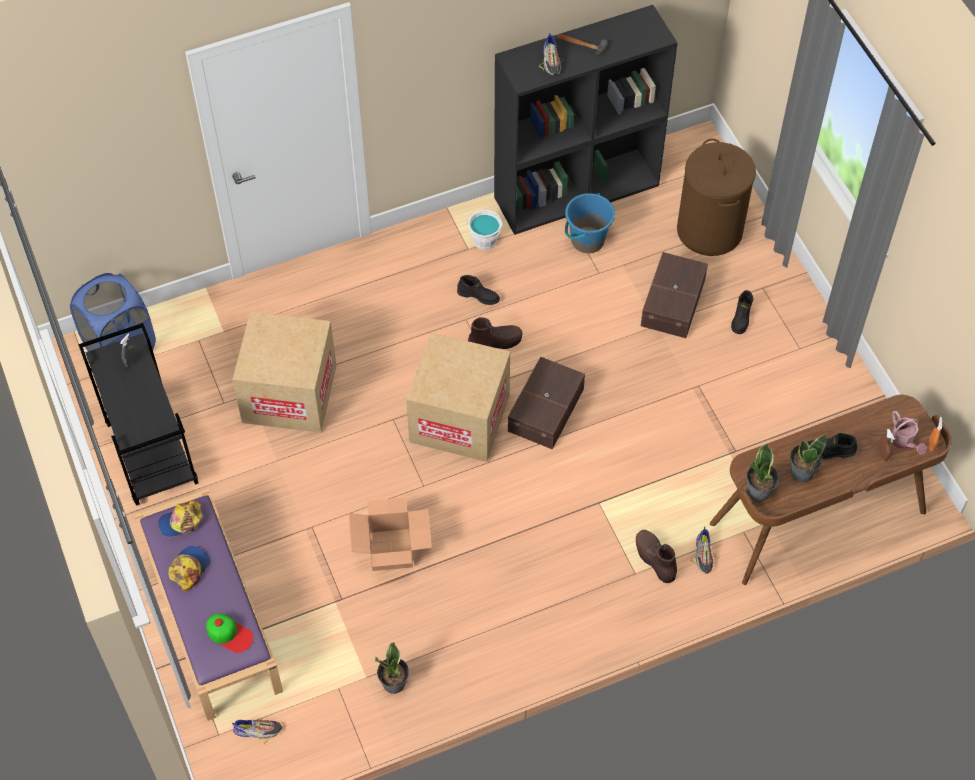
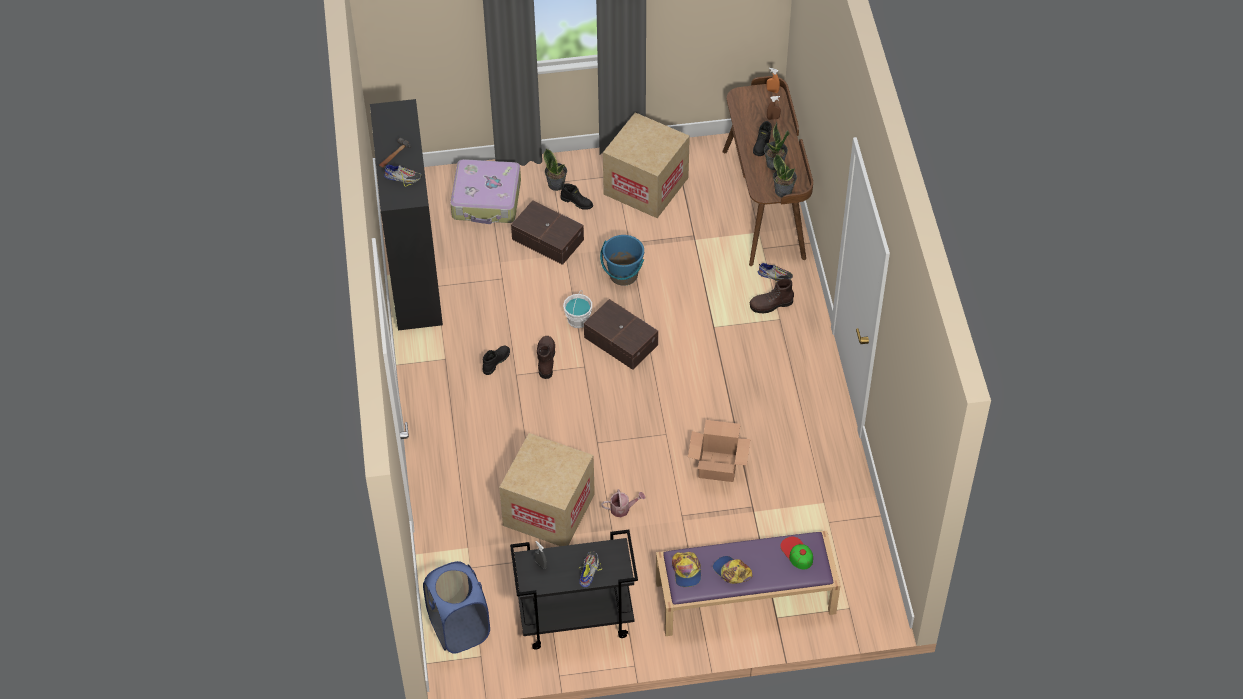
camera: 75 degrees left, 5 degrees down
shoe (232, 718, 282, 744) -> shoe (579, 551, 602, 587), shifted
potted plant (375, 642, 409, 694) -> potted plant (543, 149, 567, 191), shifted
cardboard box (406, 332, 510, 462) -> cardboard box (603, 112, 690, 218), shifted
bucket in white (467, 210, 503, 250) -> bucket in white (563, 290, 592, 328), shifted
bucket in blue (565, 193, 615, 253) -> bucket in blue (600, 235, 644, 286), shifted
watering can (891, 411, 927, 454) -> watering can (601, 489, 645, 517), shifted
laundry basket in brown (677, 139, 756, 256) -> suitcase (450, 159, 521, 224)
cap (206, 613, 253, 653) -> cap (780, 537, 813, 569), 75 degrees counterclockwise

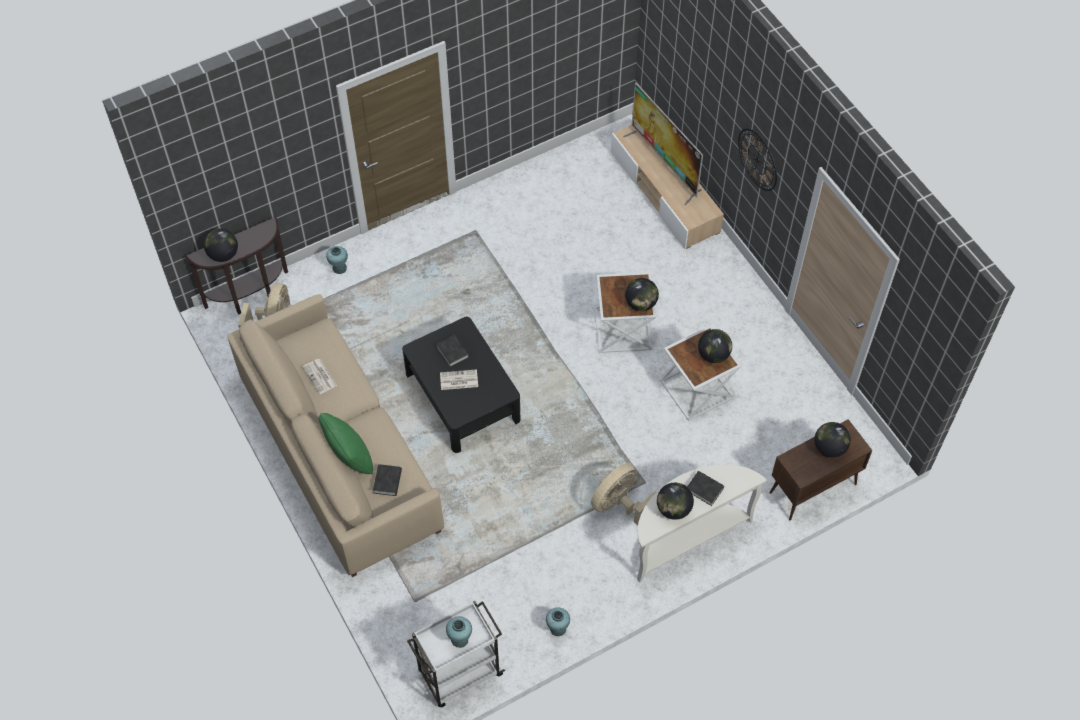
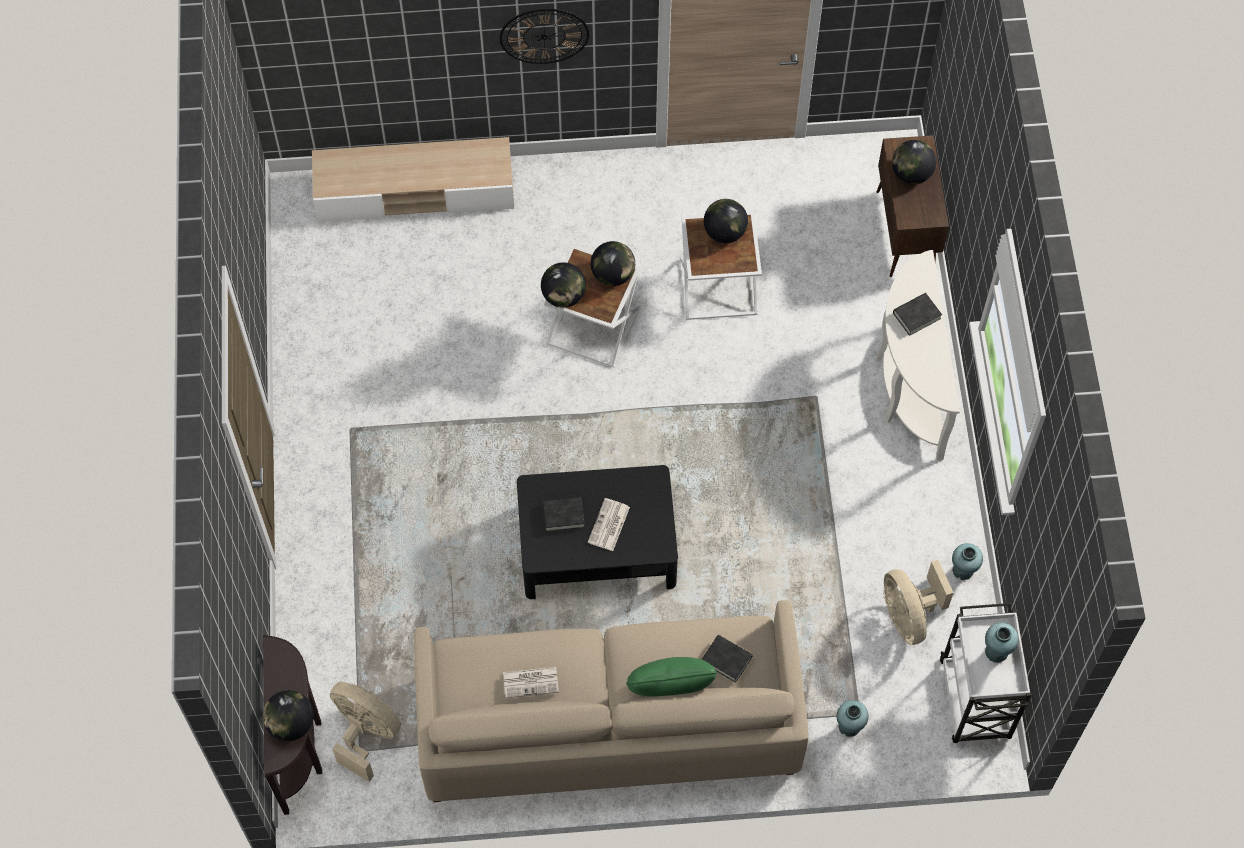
camera: 65 degrees left, 5 degrees up
television (623, 82, 703, 206) -> none
vase in turquoise (326, 246, 348, 274) -> vase in turquoise (837, 700, 869, 737), shifted
fan in beige (591, 463, 656, 525) -> fan in beige (883, 560, 953, 645), shifted
globe (657, 483, 694, 520) -> globe (541, 262, 586, 308), shifted

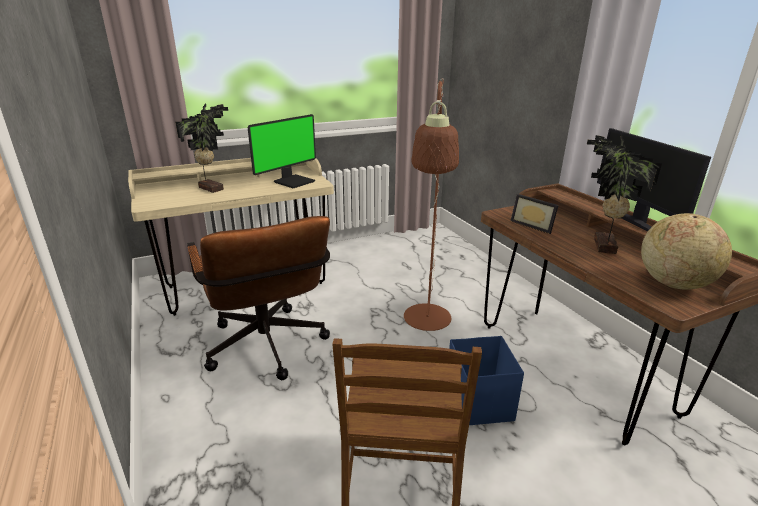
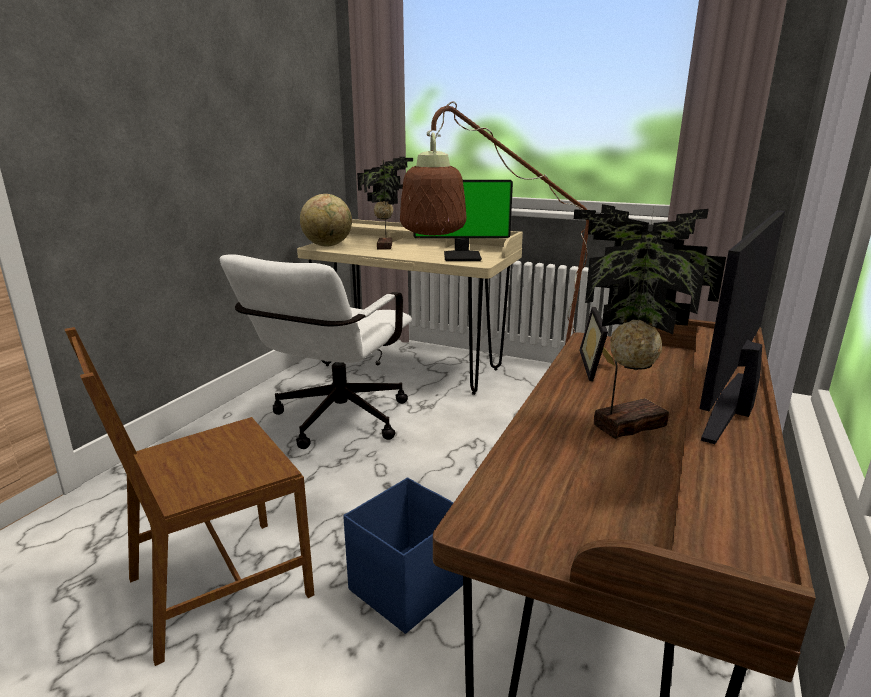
camera: 50 degrees right, 5 degrees down
globe (641, 213, 732, 290) -> globe (300, 194, 352, 247), shifted
office chair in brown (187, 216, 330, 380) -> office chair in white (220, 254, 412, 449)

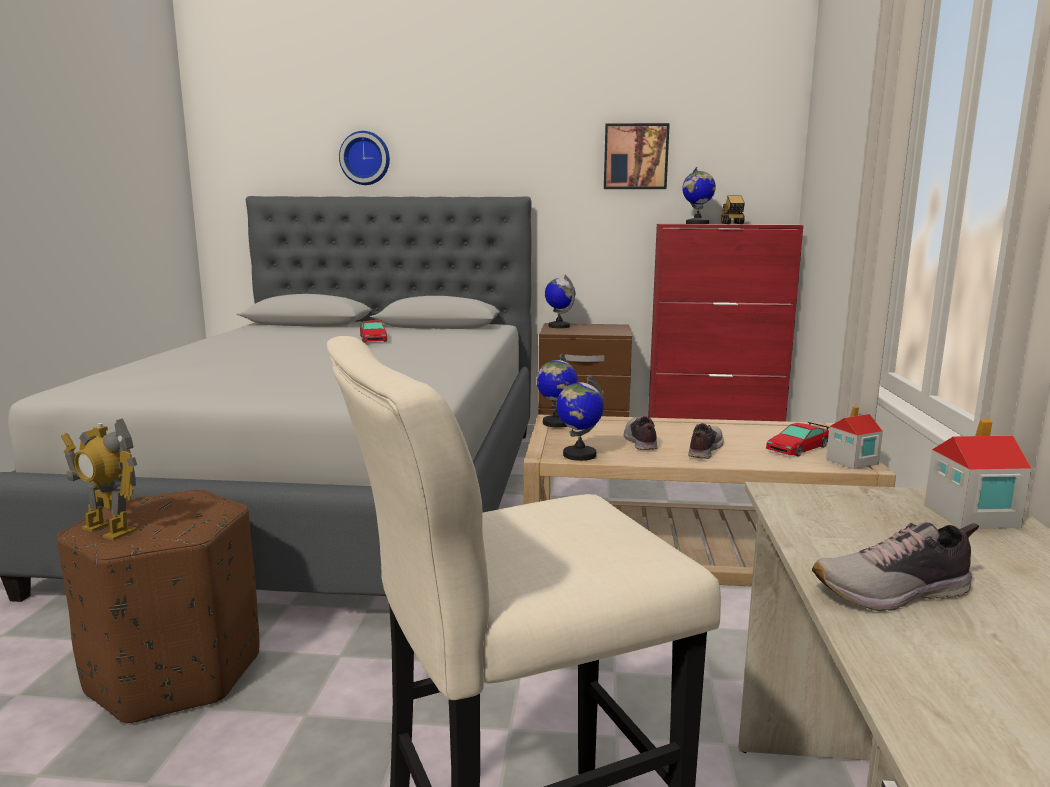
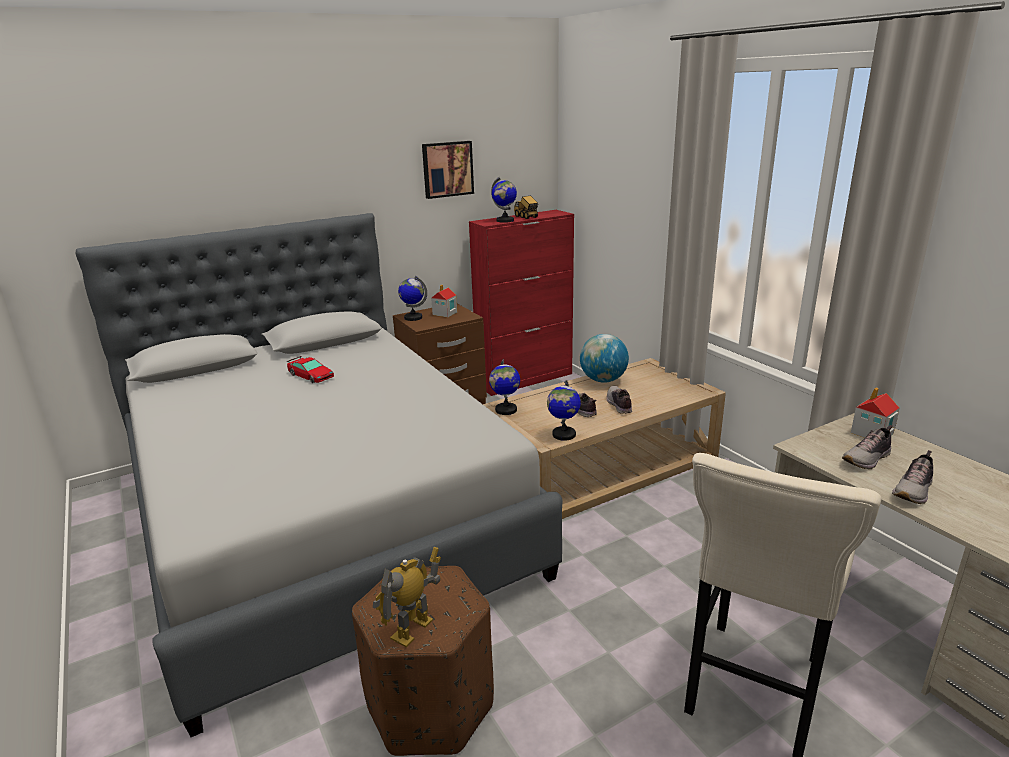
camera: 35 degrees left, 10 degrees up
wall clock (339, 131, 390, 185) -> none
toy car (766, 422, 829, 457) -> none
none -> globe (580, 334, 629, 383)
none -> shoe (842, 425, 892, 469)
toy house (826, 406, 883, 469) -> toy house (431, 285, 457, 317), shifted
toy robot (61, 418, 137, 540) -> toy robot (373, 547, 441, 647), 135 degrees clockwise

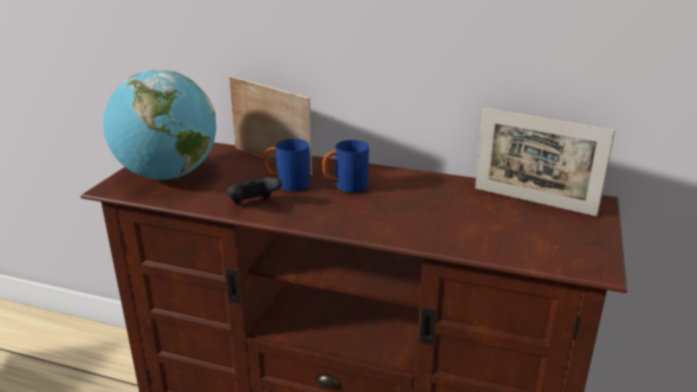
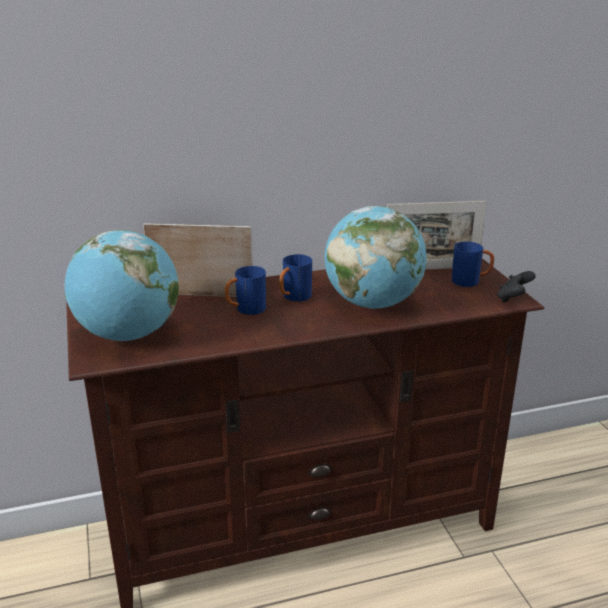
camera: 35 degrees left, 0 degrees up
none -> globe (324, 206, 427, 309)
none -> mug in blue (451, 242, 494, 287)
game controller in black (227, 176, 282, 205) -> game controller in black (497, 271, 536, 303), shifted

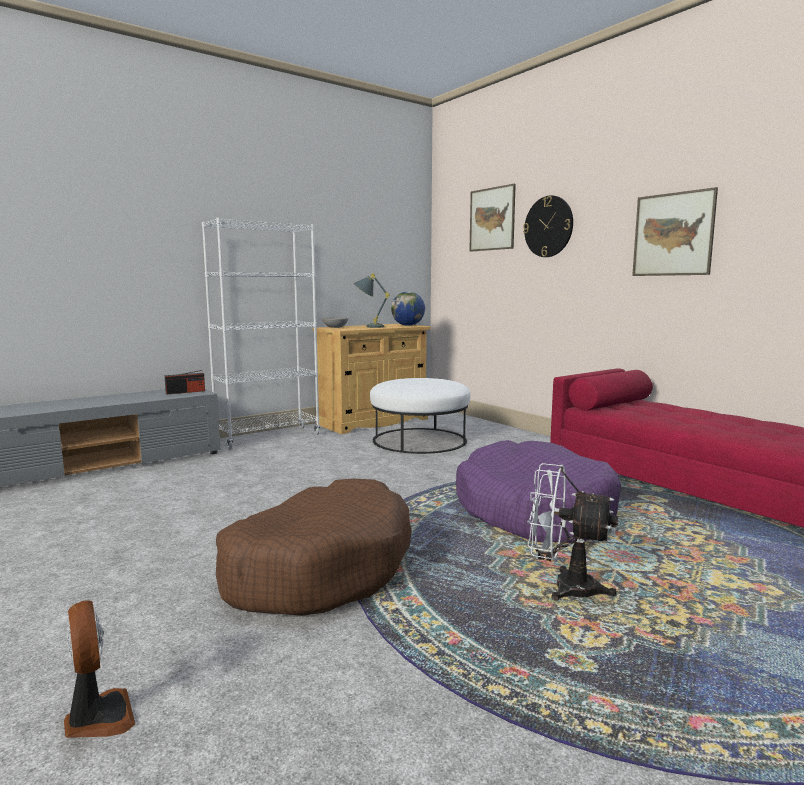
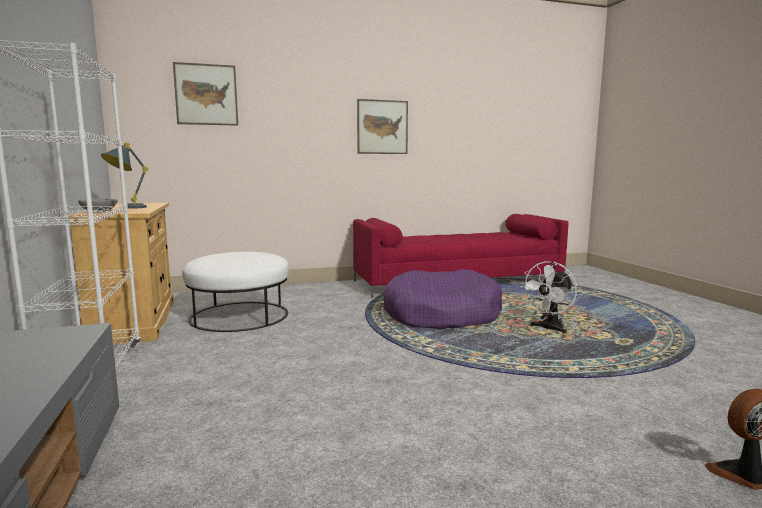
camera: 70 degrees left, 0 degrees up
radio (165, 370, 205, 394) -> none
dog bed in brown (216, 478, 412, 616) -> none
globe (391, 291, 425, 326) -> none
wall clock (523, 195, 573, 257) -> none

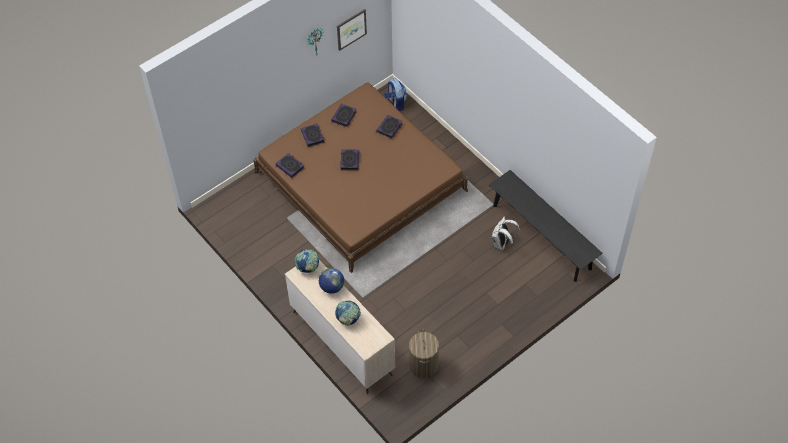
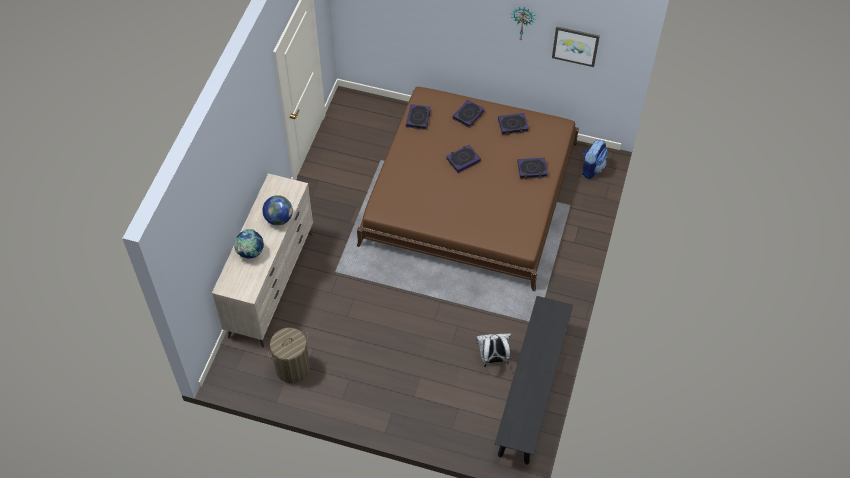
camera: 55 degrees right, 0 degrees up
globe (295, 249, 319, 273) -> none

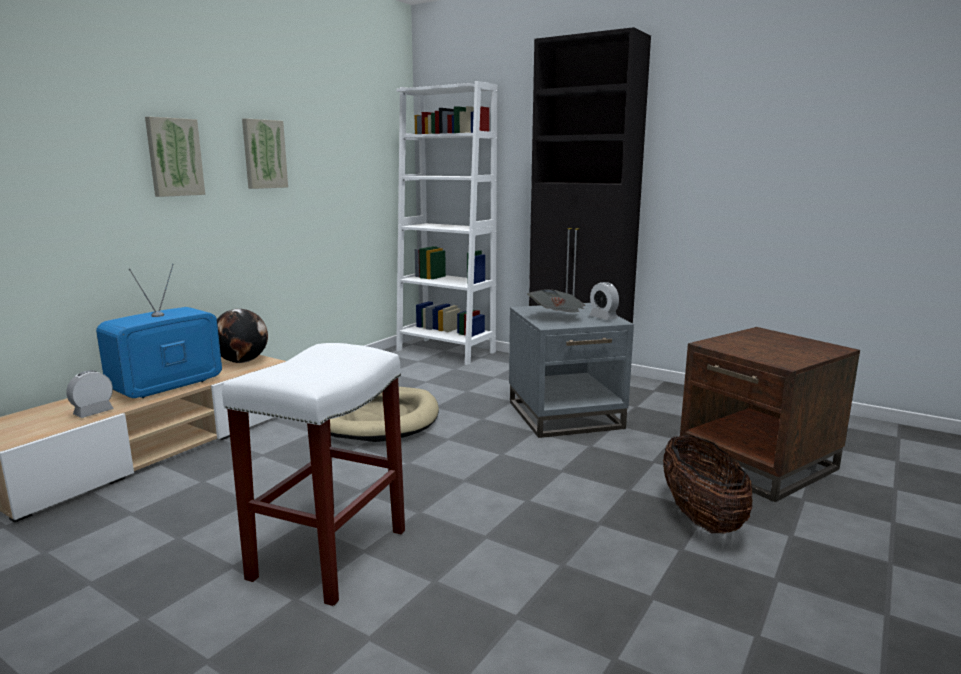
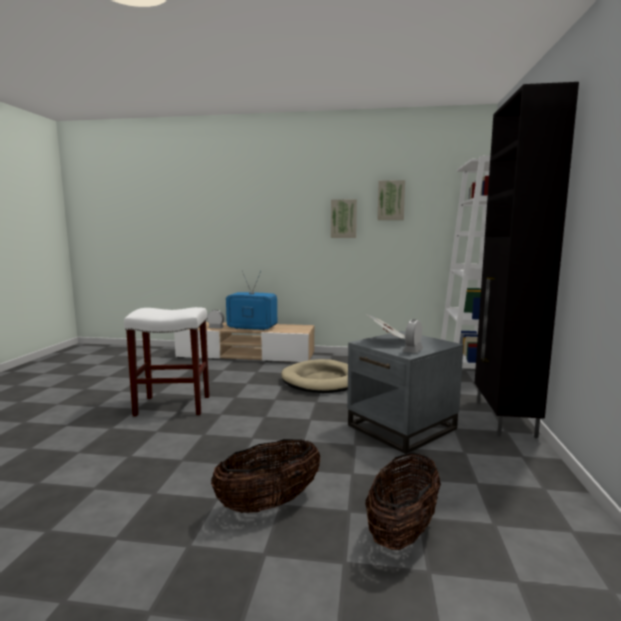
camera: 65 degrees right, 5 degrees down
globe (217, 309, 268, 363) -> none
picture (145, 117, 205, 197) -> picture (378, 180, 405, 220), shifted
side table in brown (680, 327, 860, 502) -> basket (365, 453, 441, 550)

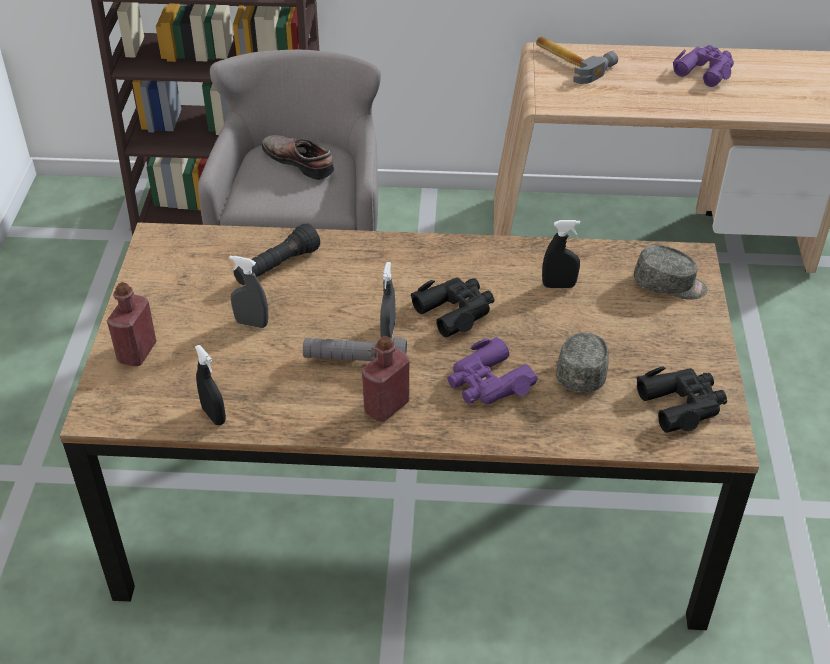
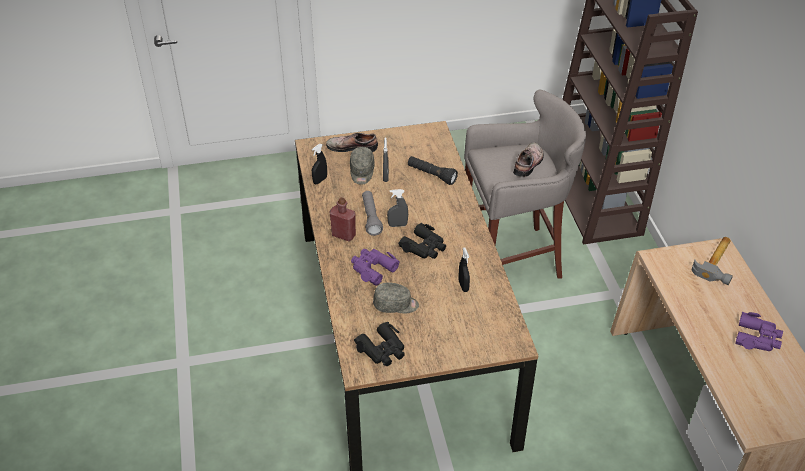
camera: 75 degrees right, 0 degrees up
cap in grey (634, 245, 707, 300) -> cap in grey (350, 147, 375, 185), shifted
bottle in red (107, 282, 157, 366) -> shoe (326, 133, 378, 152)

